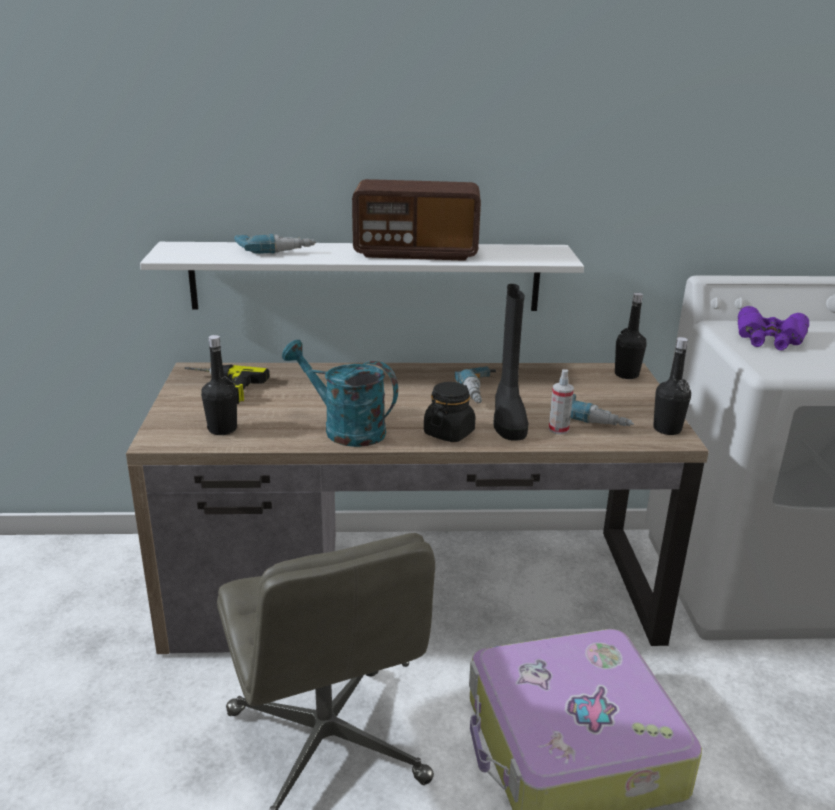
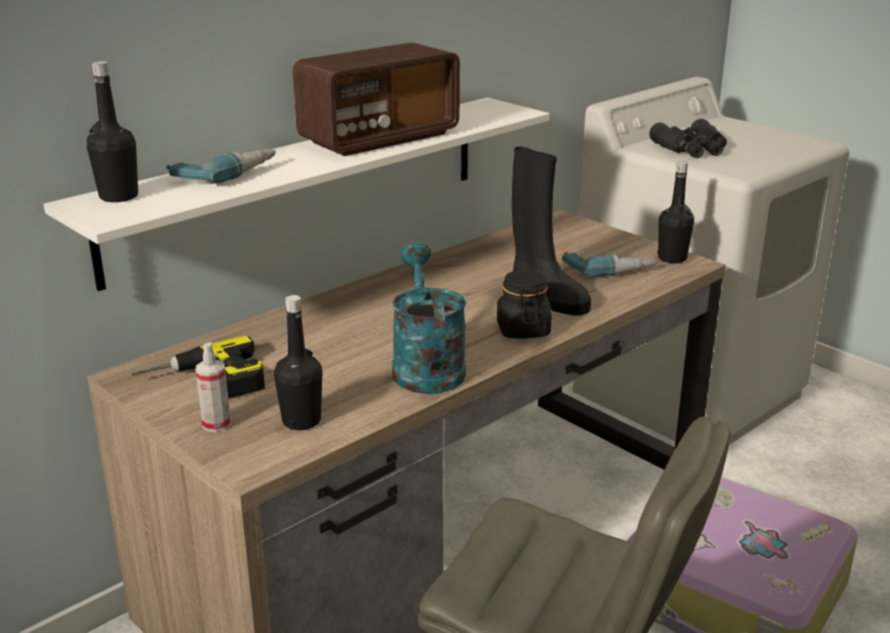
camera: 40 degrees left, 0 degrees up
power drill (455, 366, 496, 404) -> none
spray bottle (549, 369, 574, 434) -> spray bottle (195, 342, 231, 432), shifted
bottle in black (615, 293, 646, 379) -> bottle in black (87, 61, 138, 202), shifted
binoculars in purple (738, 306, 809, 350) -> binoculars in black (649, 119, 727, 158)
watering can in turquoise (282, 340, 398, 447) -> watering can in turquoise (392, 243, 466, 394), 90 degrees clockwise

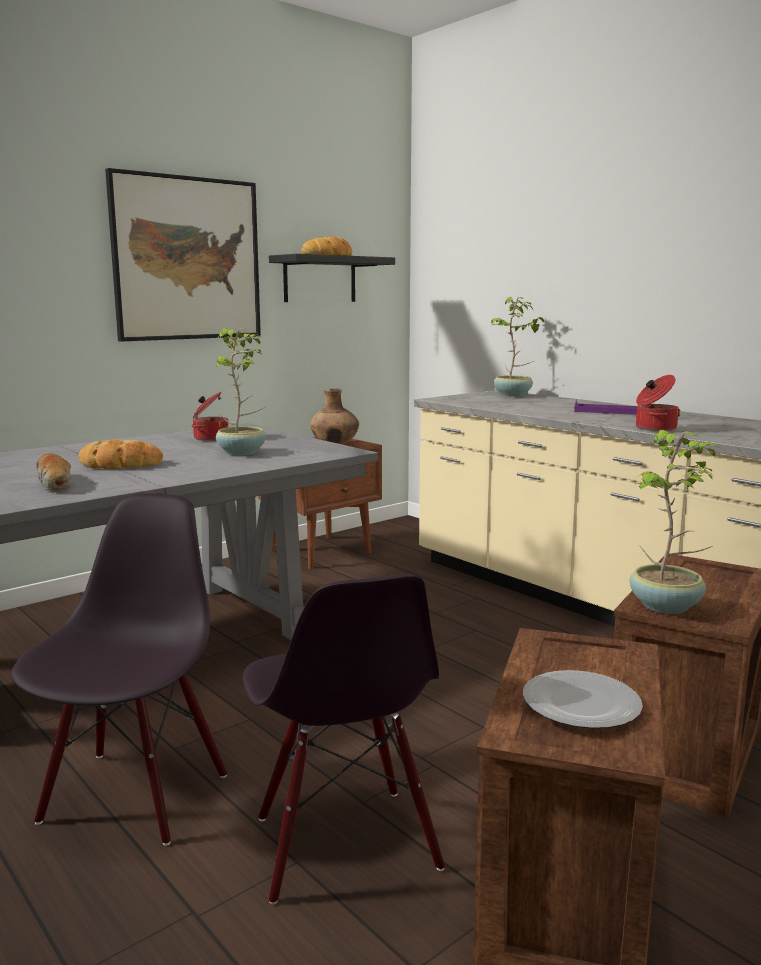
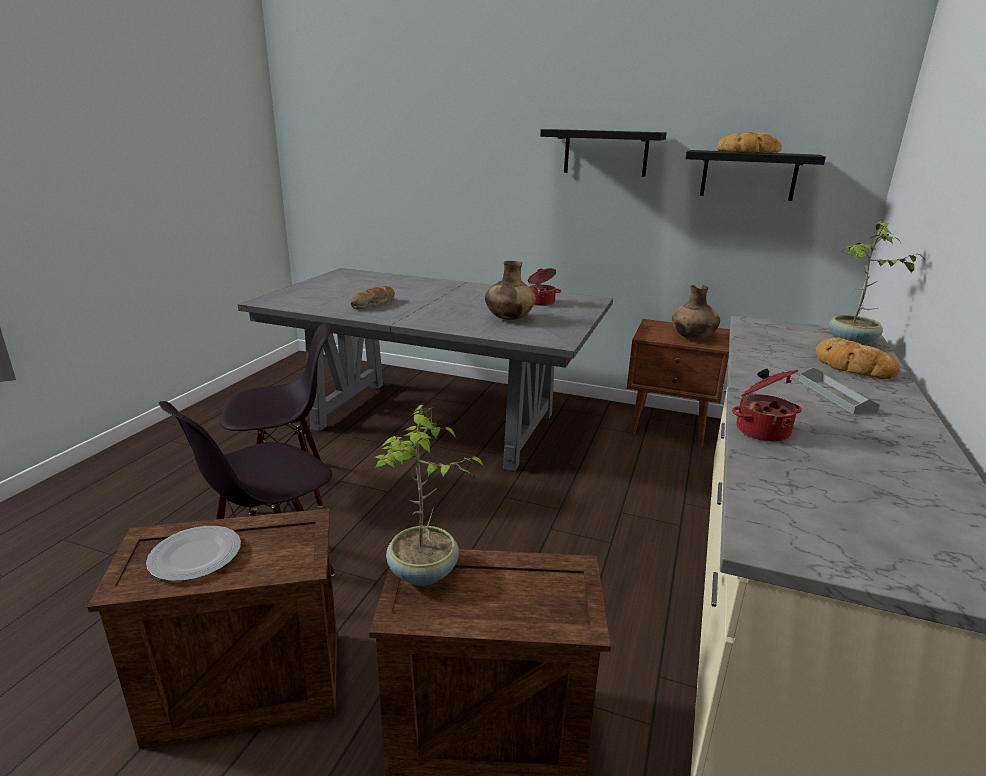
camera: 60 degrees right, 10 degrees up
bread (78, 440, 163, 470) -> bread (816, 337, 901, 379), shifted
picture (105, 168, 261, 342) -> shelf in black (540, 129, 667, 177)
potted plant (211, 328, 266, 456) -> vase in brown (485, 261, 536, 320)
tray in purple (574, 400, 637, 415) -> tray in grey (799, 368, 880, 414)

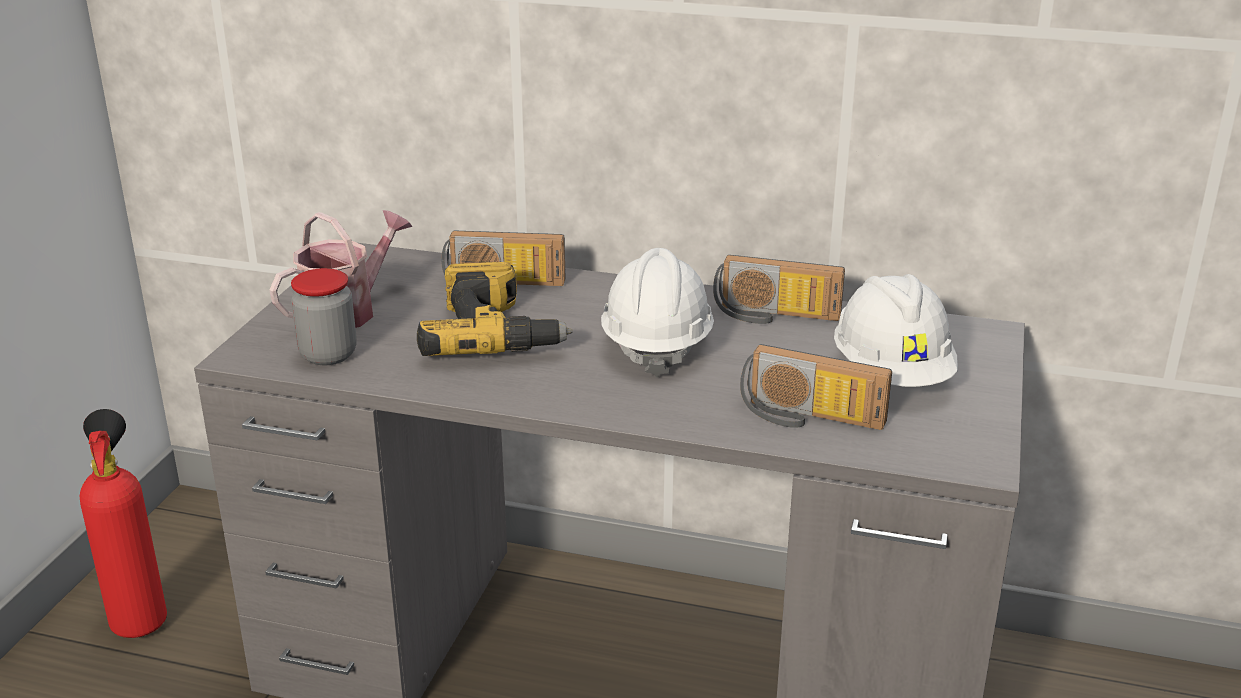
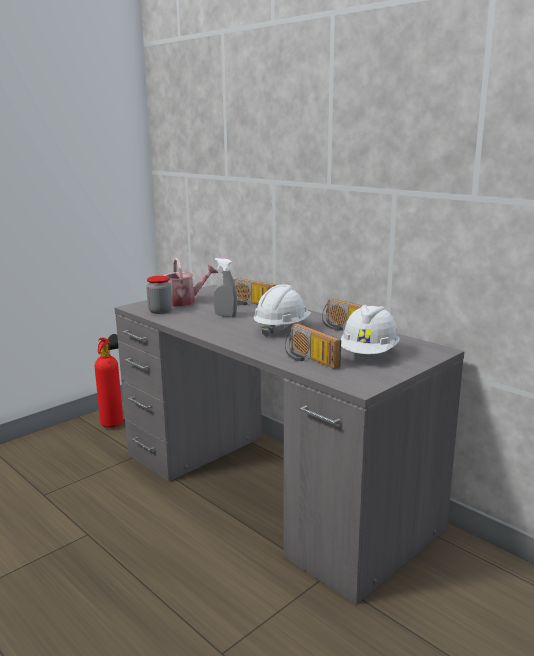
camera: 30 degrees right, 10 degrees down
power drill (417, 262, 573, 356) -> spray bottle in grey (213, 258, 237, 317)

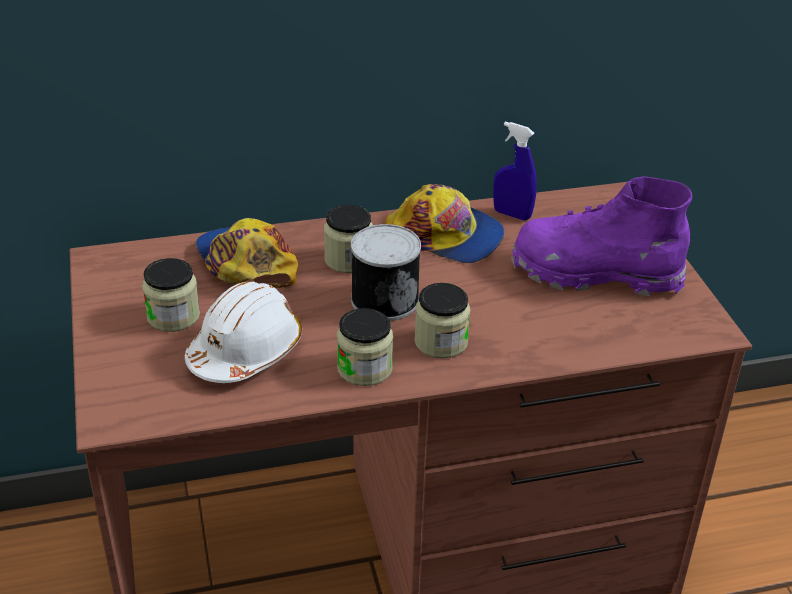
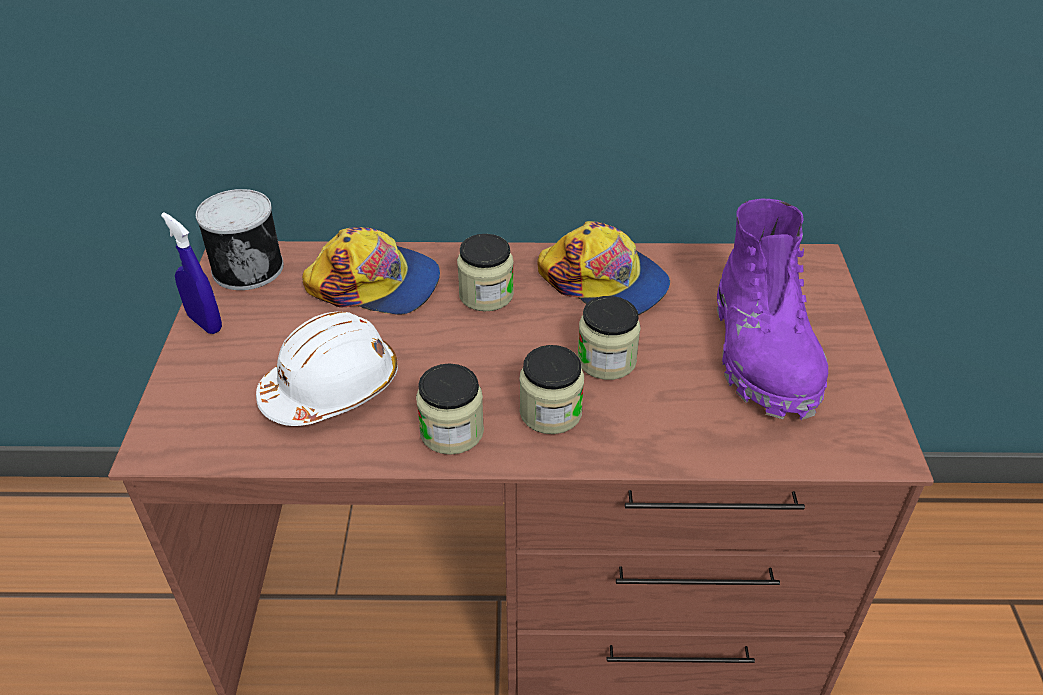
camera: 15 degrees right, 5 degrees up
jar (142, 258, 200, 332) -> jar (577, 296, 641, 380), shifted
can (351, 224, 421, 321) -> can (195, 189, 284, 290), shifted
spray bottle in blue (493, 121, 537, 221) -> spray bottle in blue (161, 212, 222, 334), shifted
cap (196, 218, 298, 288) -> cap (302, 227, 440, 315), 120 degrees clockwise
boot in purple (511, 177, 692, 296) -> boot in purple (717, 199, 828, 420), 120 degrees counterclockwise

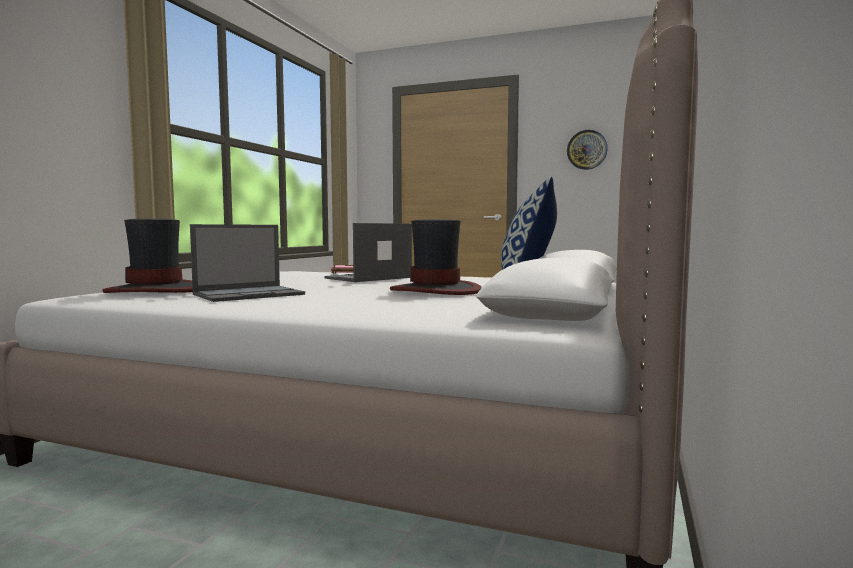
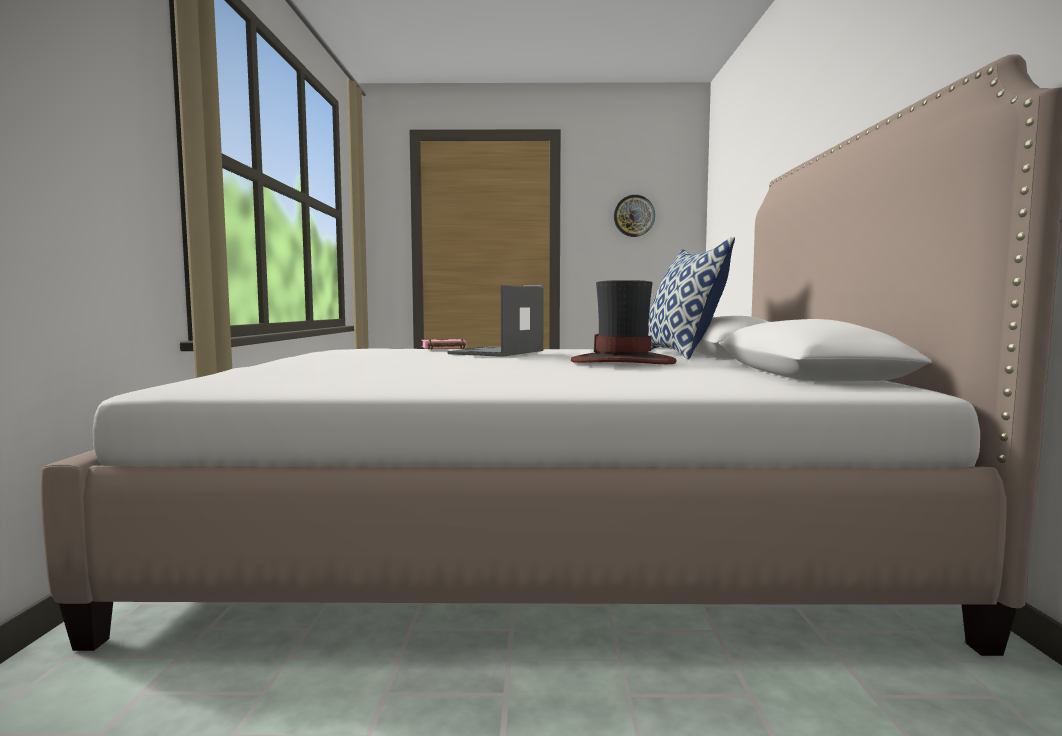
camera: 20 degrees left, 0 degrees up
hat (102, 219, 193, 293) -> none
laptop (190, 224, 305, 302) -> none

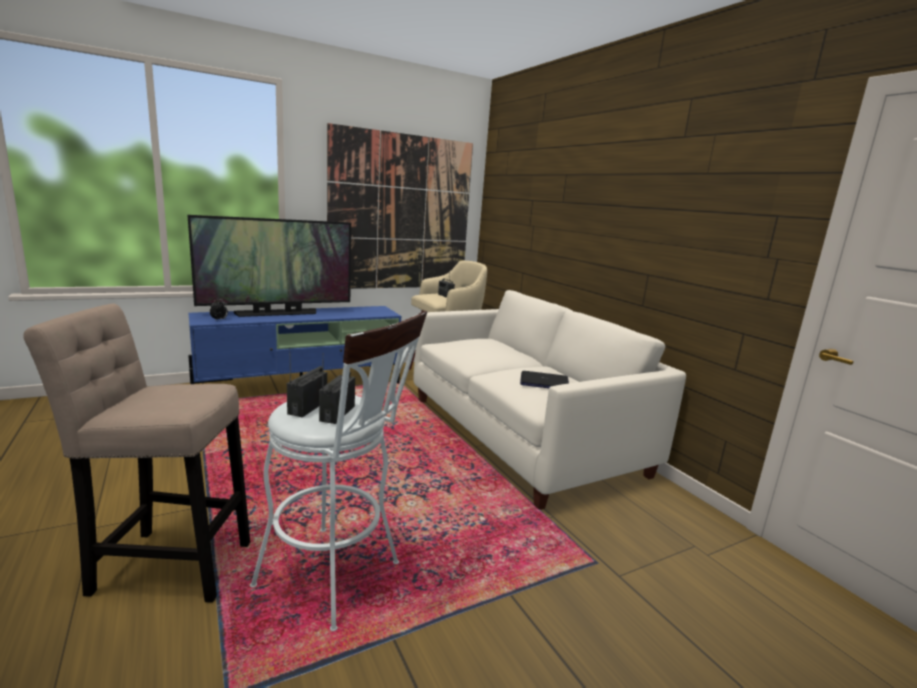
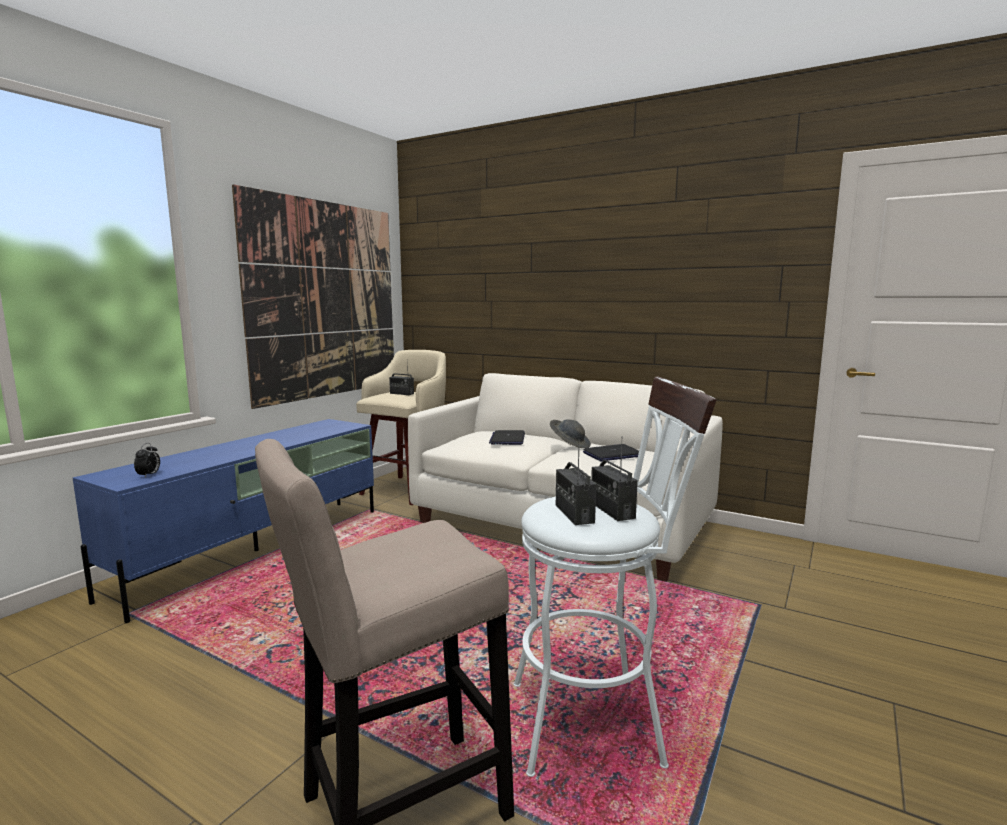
camera: 30 degrees left, 5 degrees down
television (187, 215, 351, 317) -> none
none -> laptop (489, 430, 525, 445)
none -> hat in grey (550, 419, 591, 448)

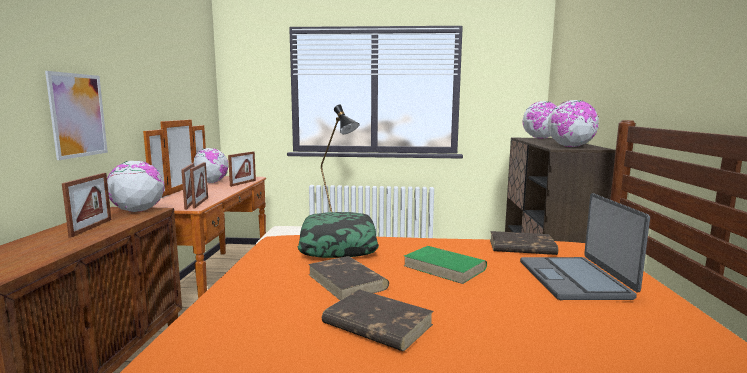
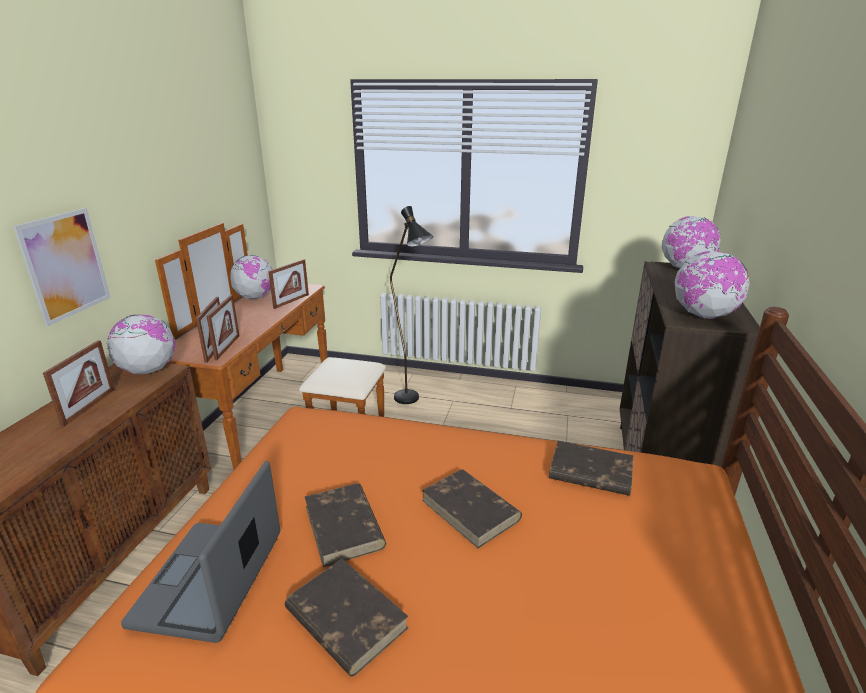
camera: 10 degrees right, 15 degrees up
pillow (298, 212, 379, 258) -> none
laptop (520, 193, 650, 300) -> laptop (121, 461, 280, 643), shifted
book in green (404, 246, 487, 284) -> book in brown (422, 469, 522, 548)

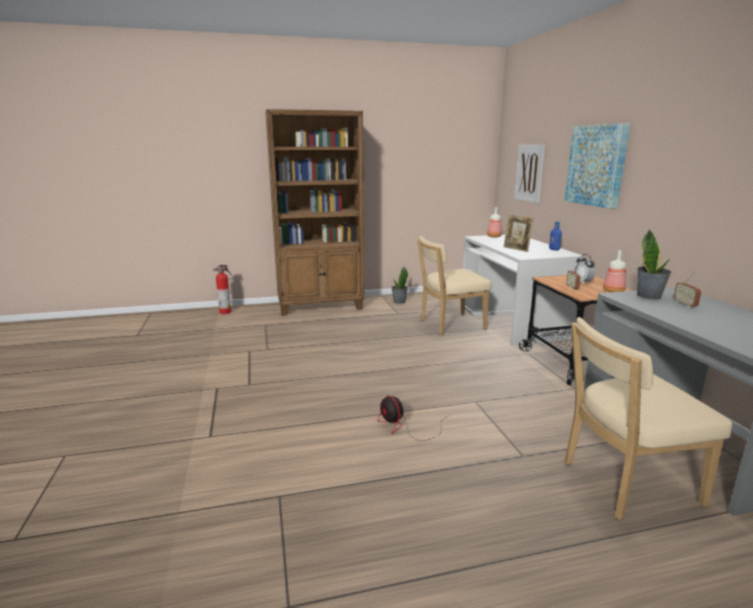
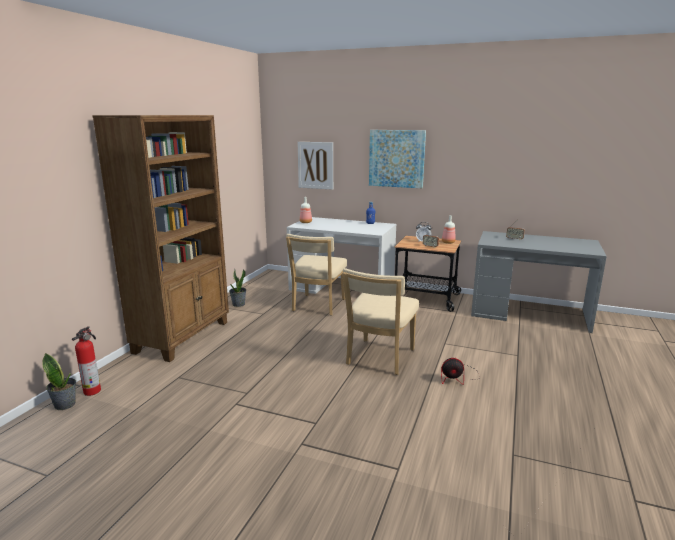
camera: 55 degrees left, 0 degrees up
picture frame (503, 214, 534, 252) -> none
chair in beige (565, 317, 732, 520) -> chair in beige (342, 268, 419, 375), shifted
potted plant (637, 229, 672, 299) -> potted plant (42, 353, 76, 410), shifted

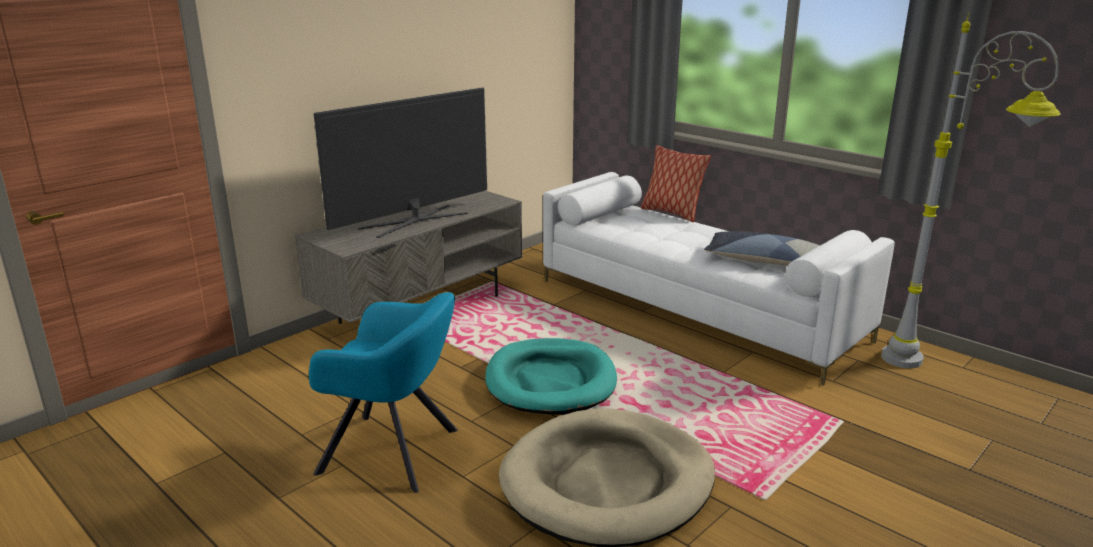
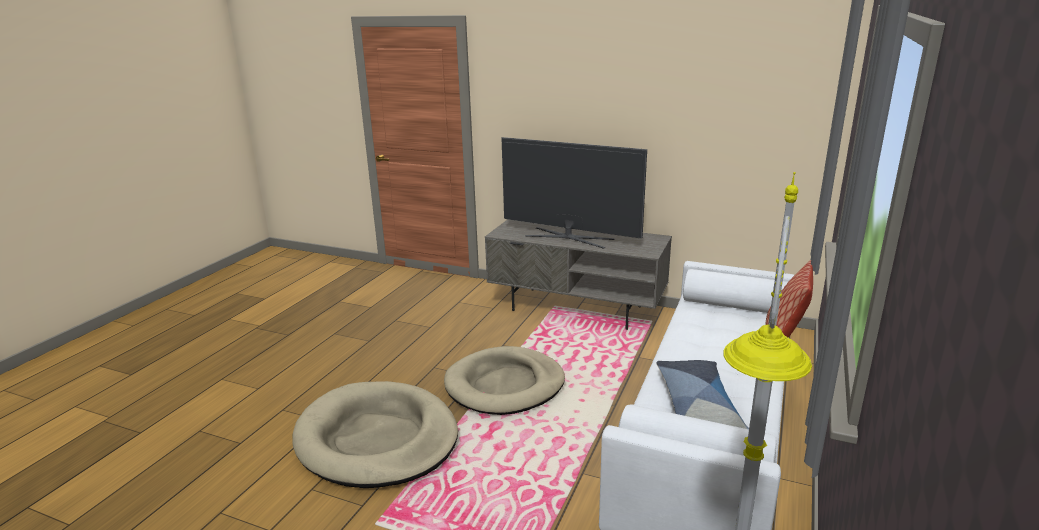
camera: 70 degrees right, 0 degrees up
armchair in turquoise (309, 292, 458, 493) -> none
dog bed in turquoise (485, 338, 617, 415) -> dog bed in beige (444, 346, 565, 415)

